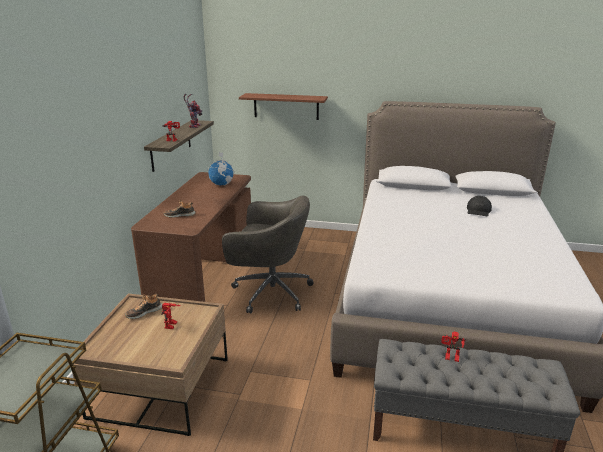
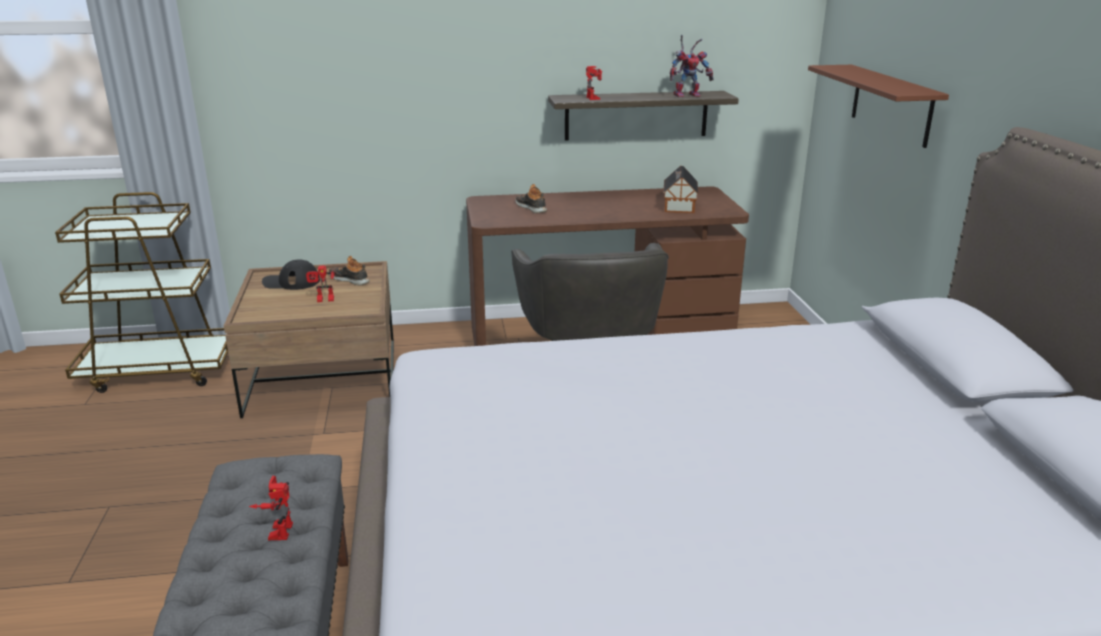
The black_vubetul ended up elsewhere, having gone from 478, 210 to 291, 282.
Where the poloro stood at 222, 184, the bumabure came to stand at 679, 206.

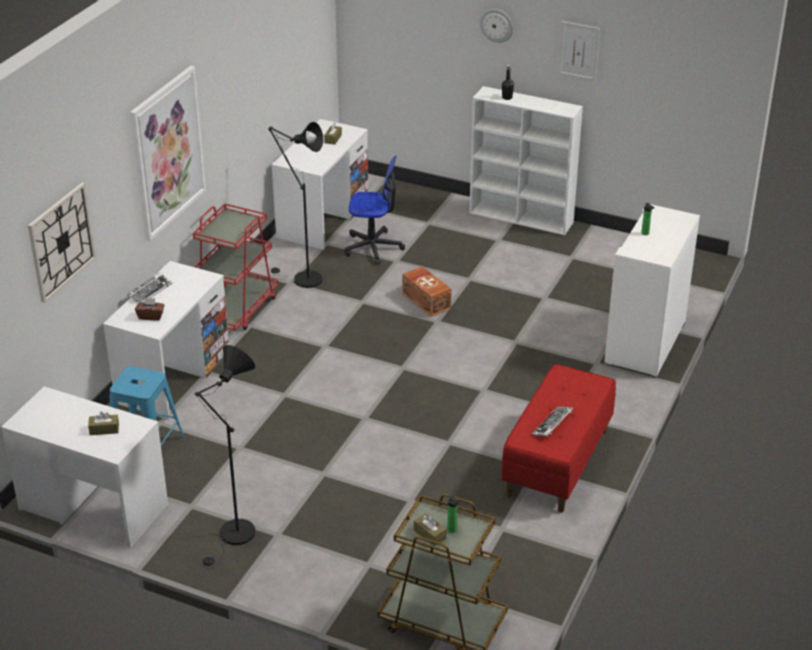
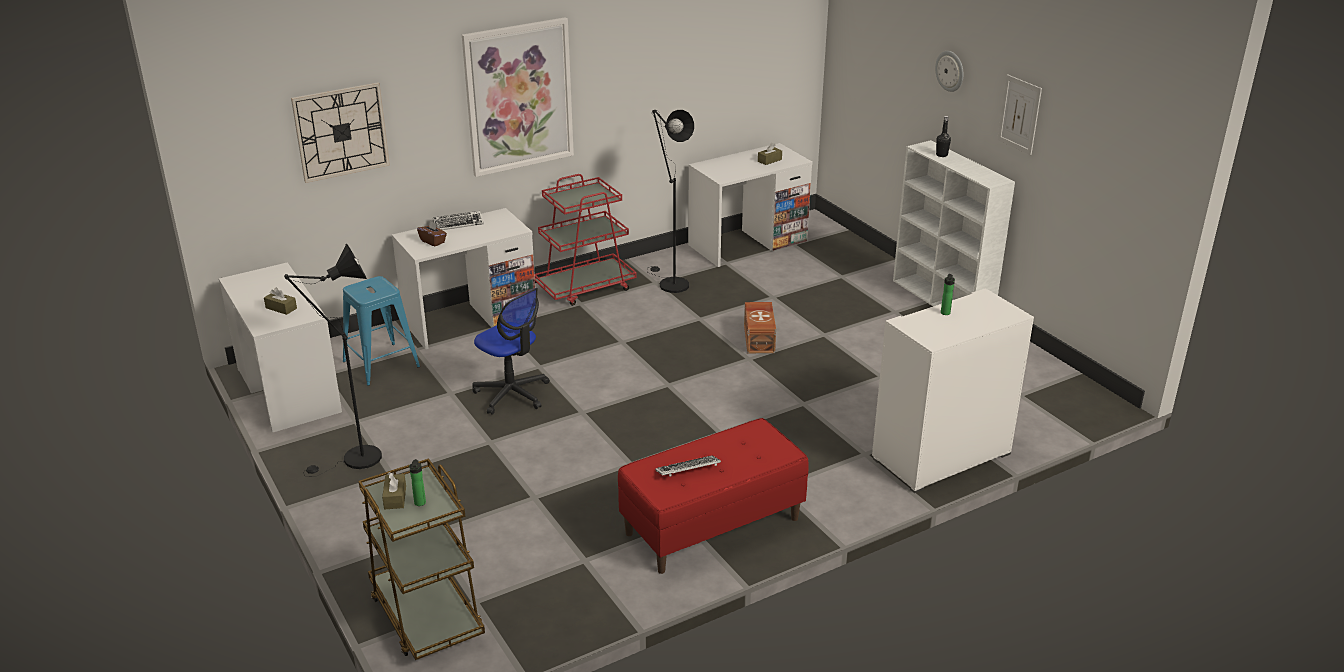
The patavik ended up elsewhere, having gone from 373, 247 to 512, 394.

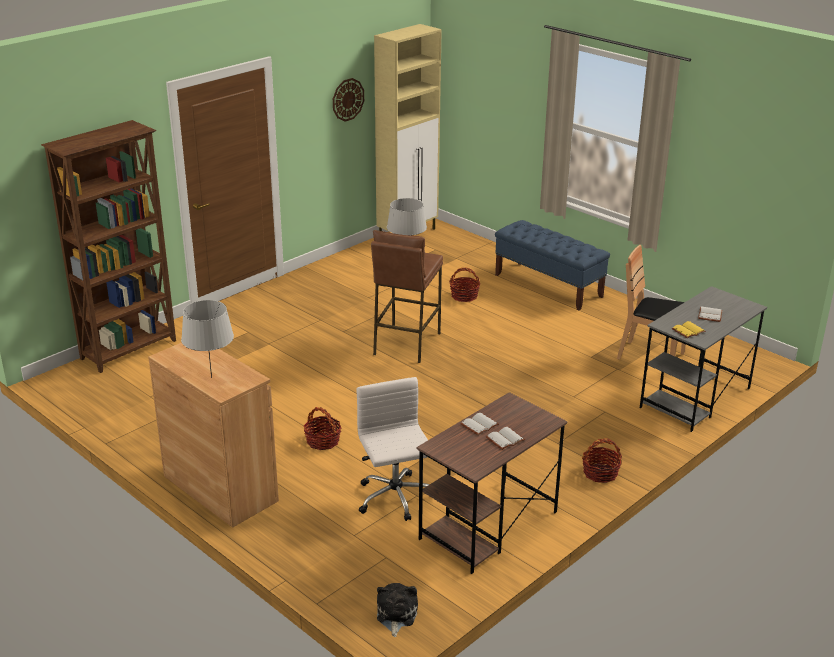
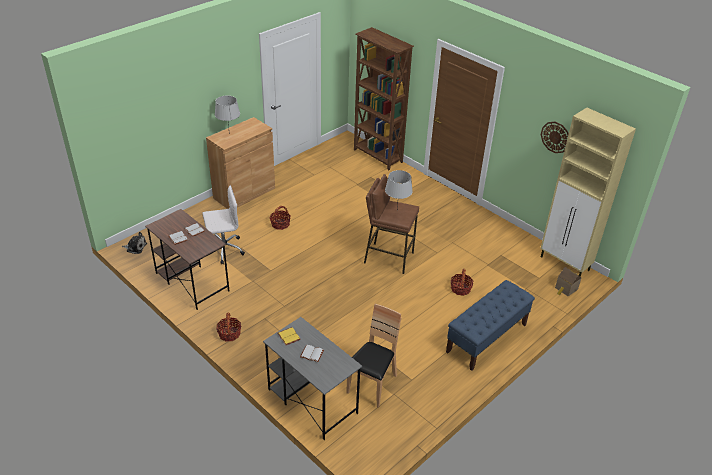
The second view gained the bumabure at 565, 289.

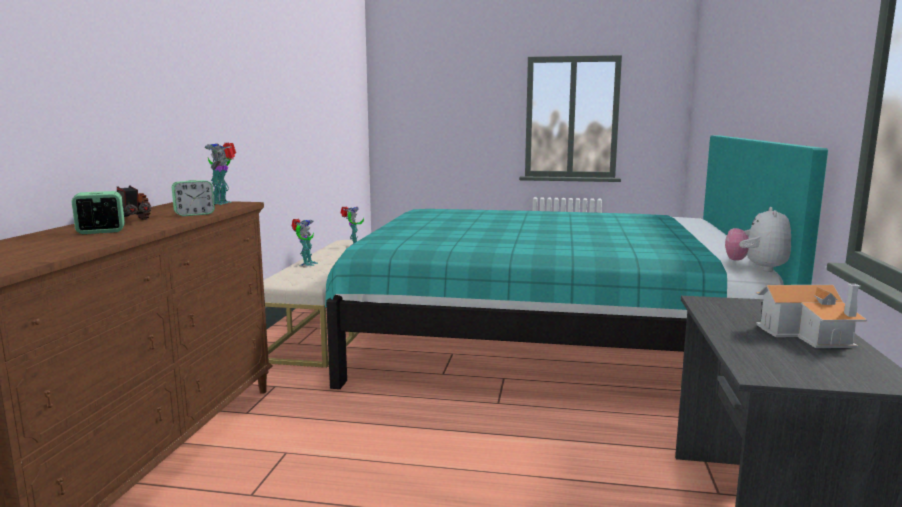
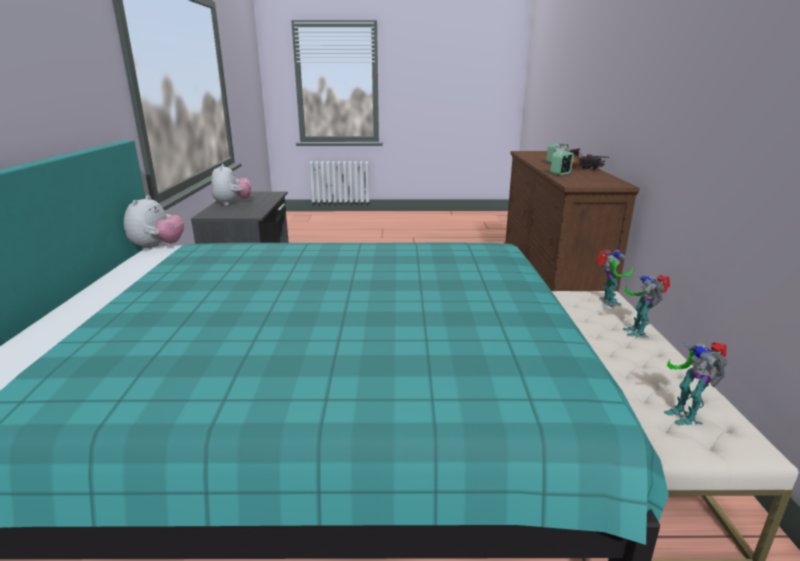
Where the bumabure stood at 809, 334, the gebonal came to stand at 232, 203.
The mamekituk ended up elsewhere, having gone from 222, 203 to 607, 302.

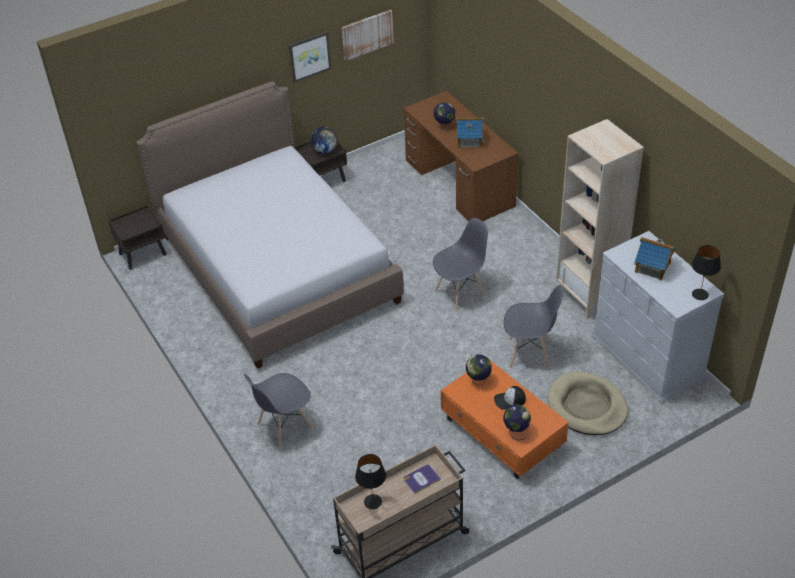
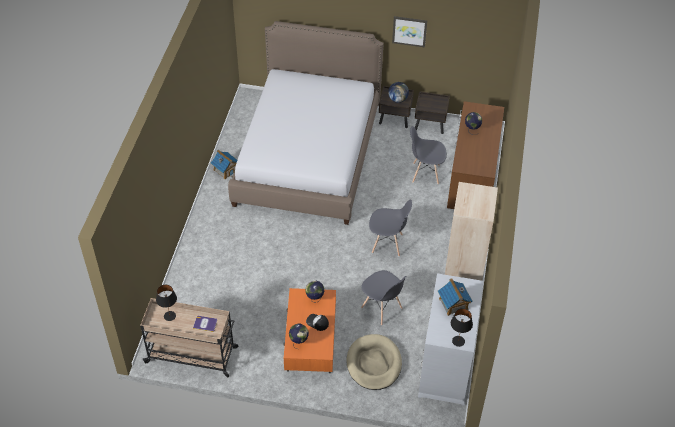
The bumabure ended up elsewhere, having gone from 469, 141 to 226, 170.
The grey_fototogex ended up elsewhere, having gone from 284, 427 to 425, 173.
The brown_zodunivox ended up elsewhere, having gone from 143, 254 to 430, 125.
The second view lost the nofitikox at 367, 34.

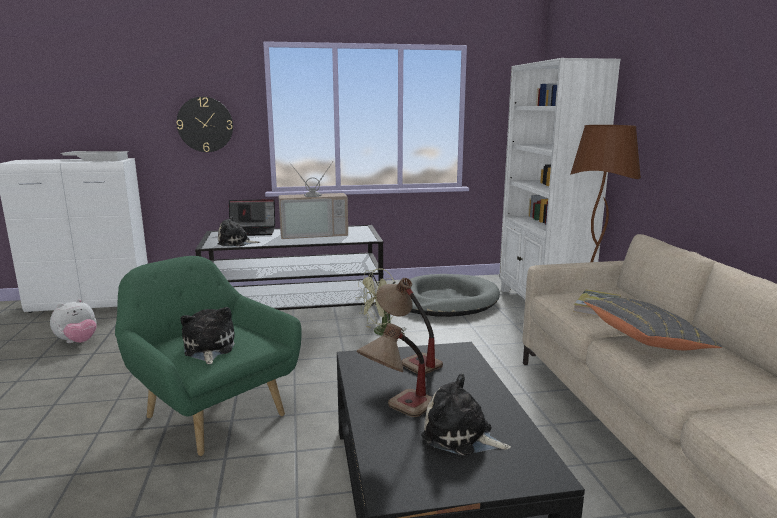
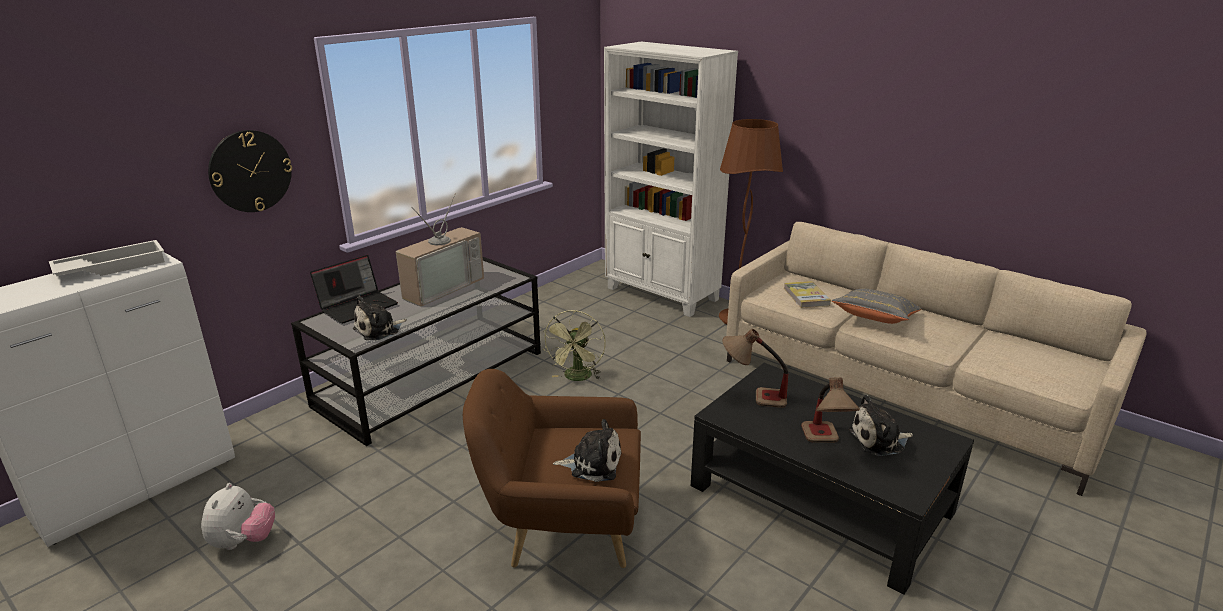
What was the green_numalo at 213, 411 turned into the brown_numalo at 563, 527.
The gebonal at 208, 349 ended up facing another way, 150 degrees clockwise from before.
The second view lost the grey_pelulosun at 445, 301.

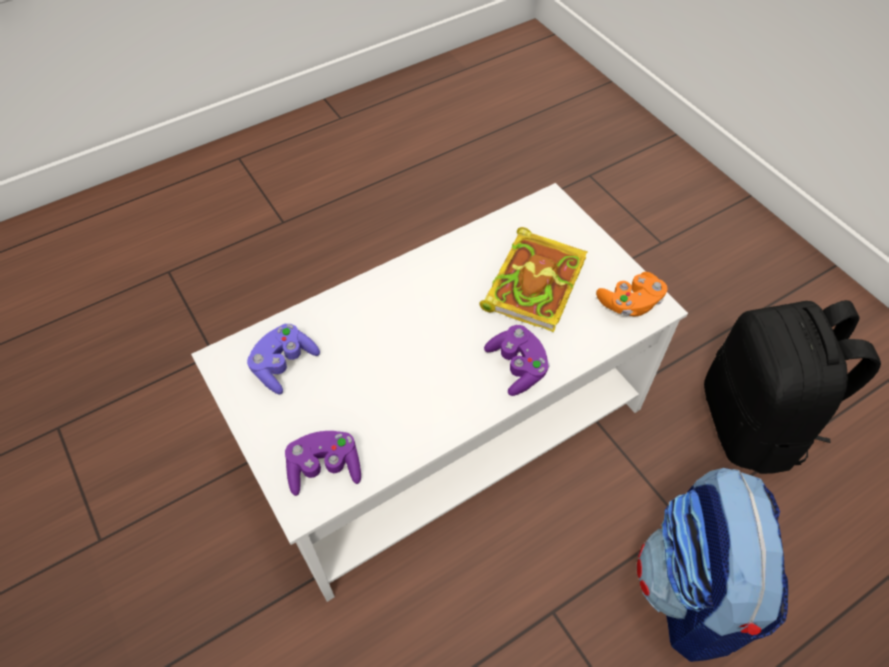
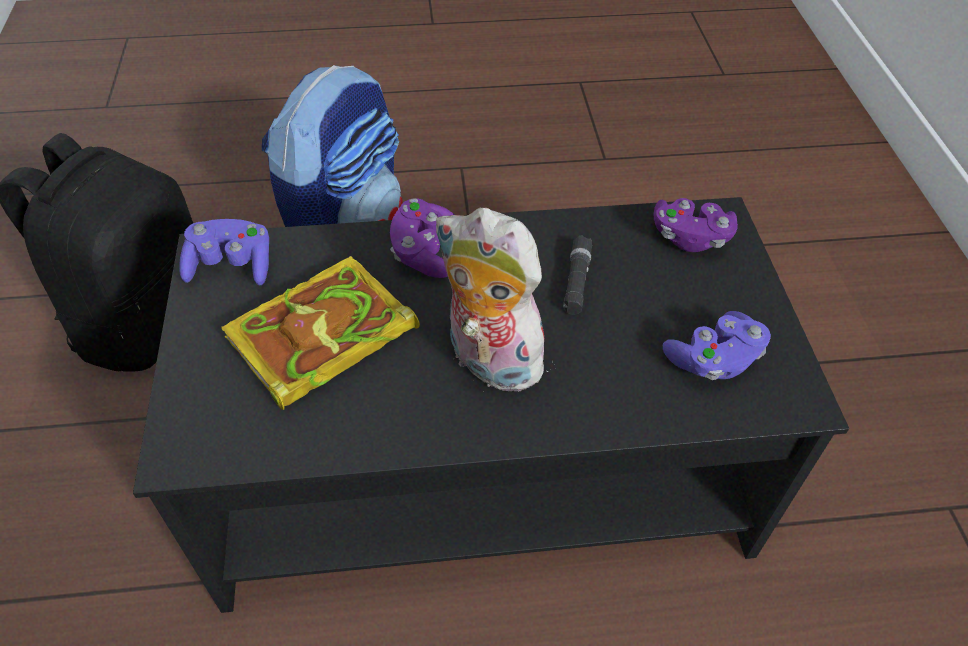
What was the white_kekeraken at 442, 427 turned into the black_kekeraken at 484, 464.
What was the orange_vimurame at 630, 303 turned into the purple_vimurame at 231, 266.
The second view gained the gebonal at 488, 361.
The second view gained the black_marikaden at 576, 280.

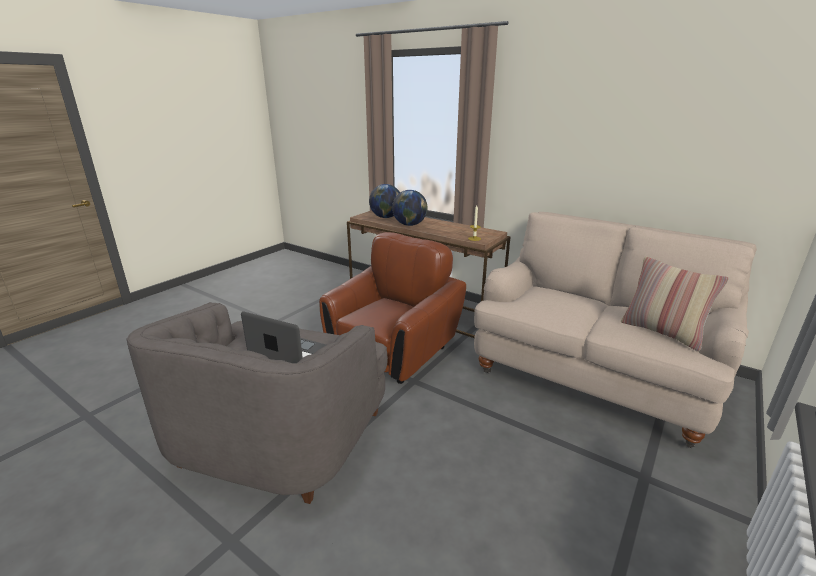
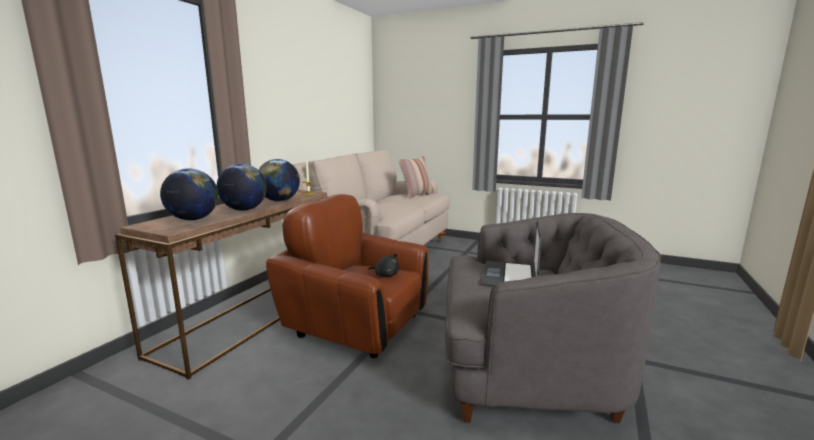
The second view gained the poloro at 279, 201.
The second view gained the black_gebonal at 385, 275.

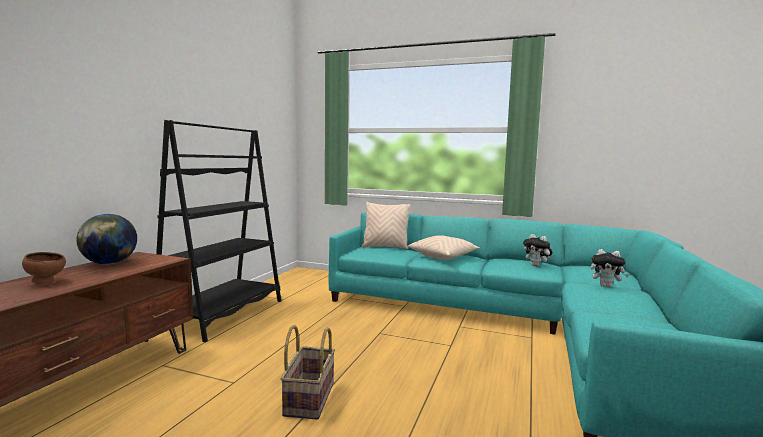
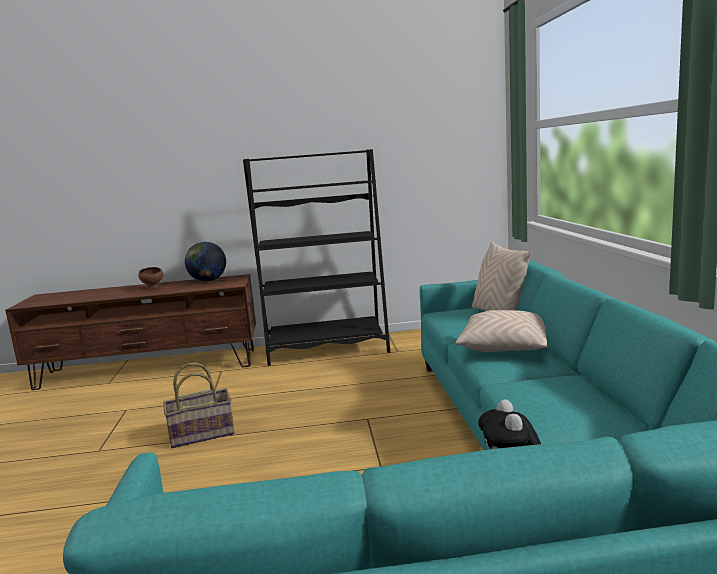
The second view lost the gebonal at 537, 266.

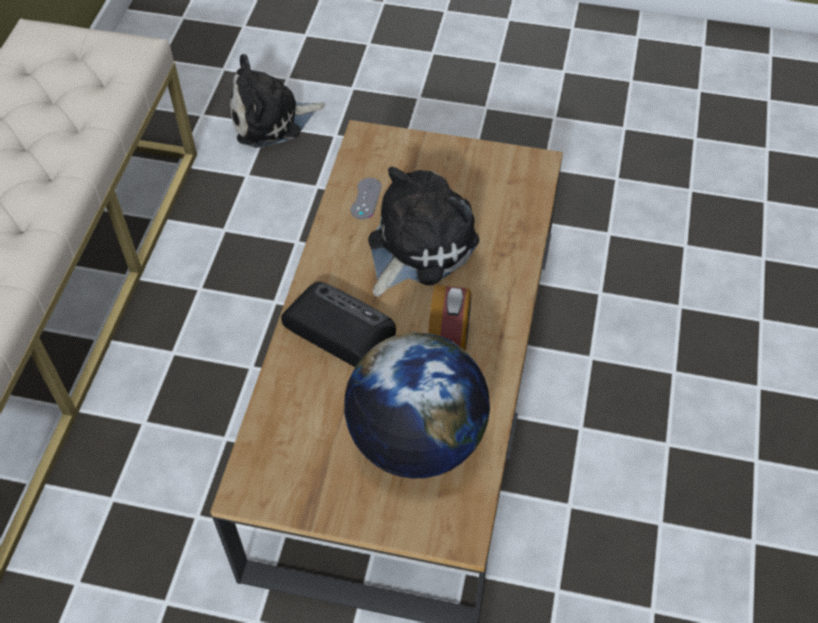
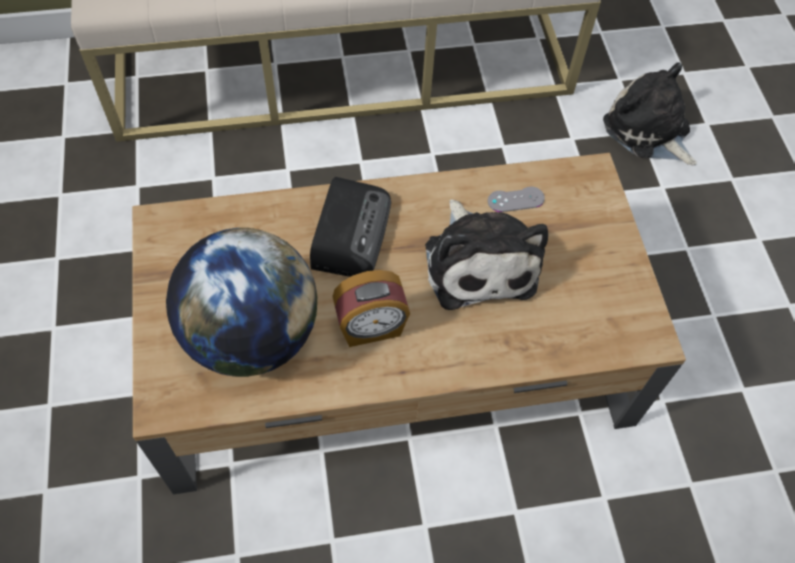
The gebonal at 417, 246 ended up facing another way, 60 degrees clockwise from before.

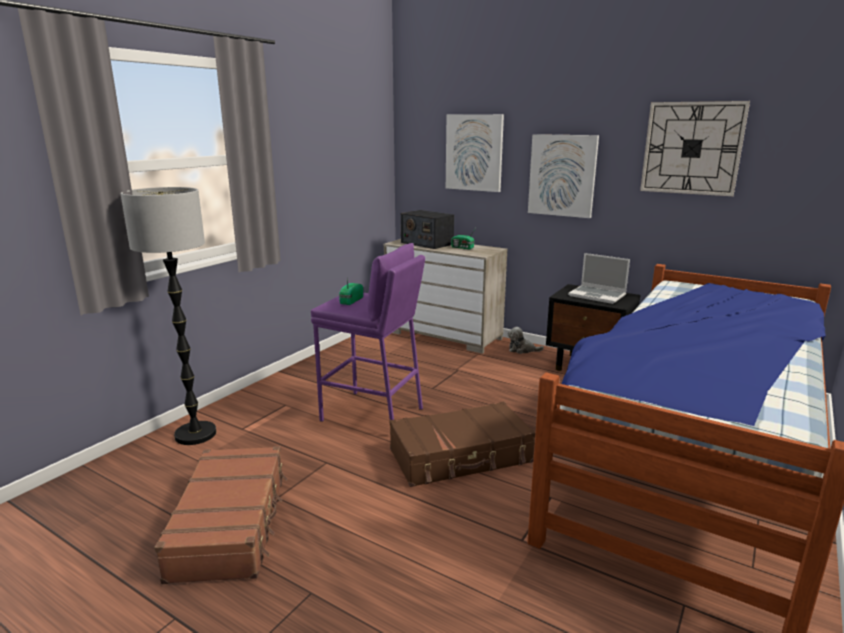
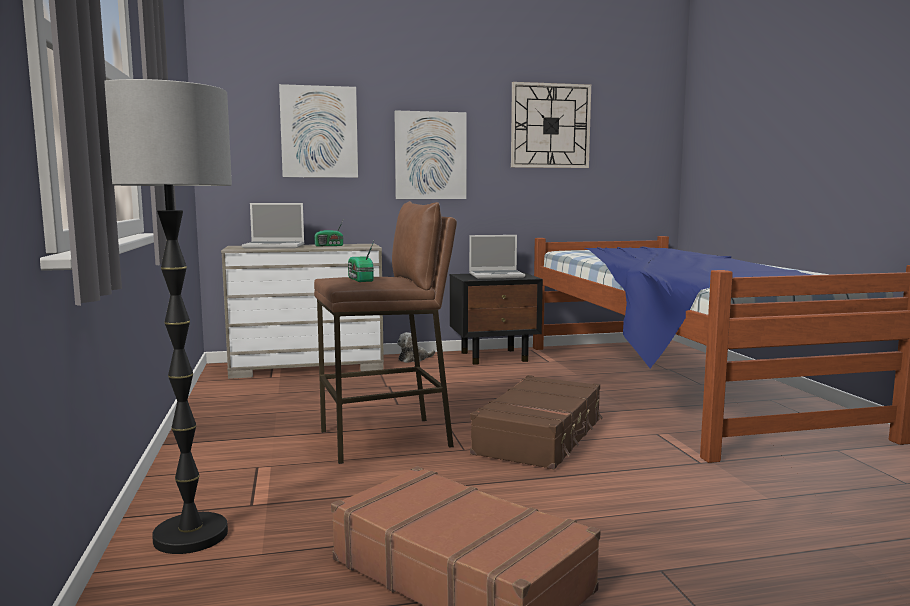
Where the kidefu stood at 426, 243, the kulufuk came to stand at 275, 246.
What was the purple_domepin at 372, 414 turned into the brown_domepin at 386, 439.

